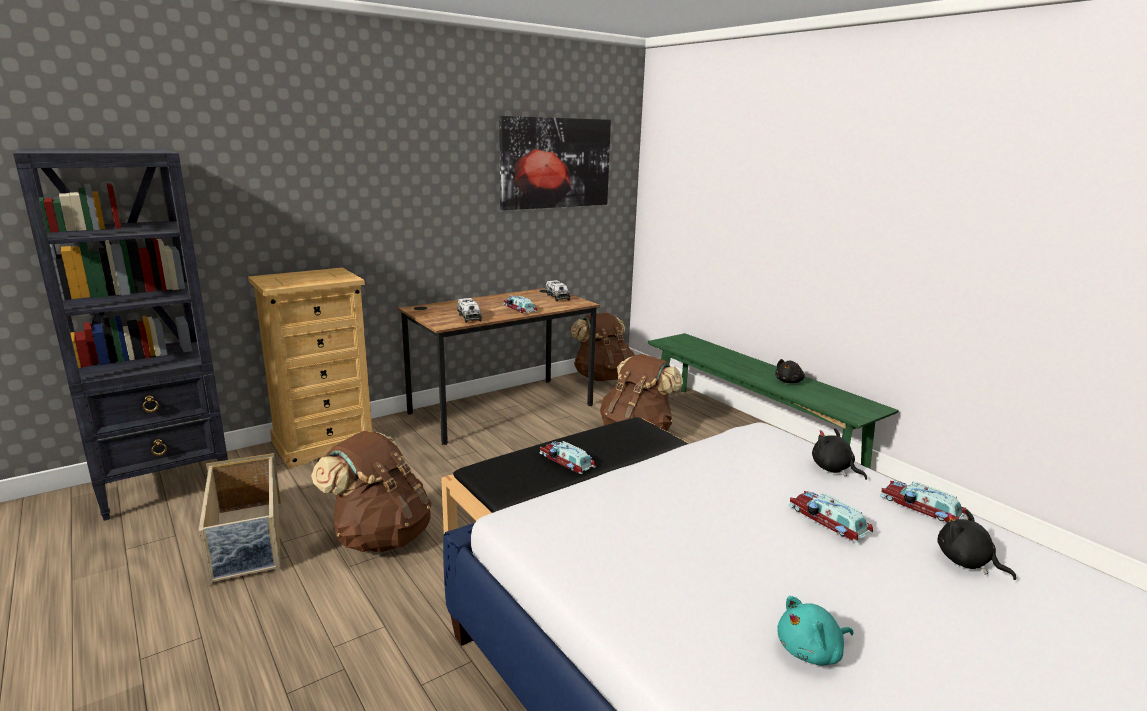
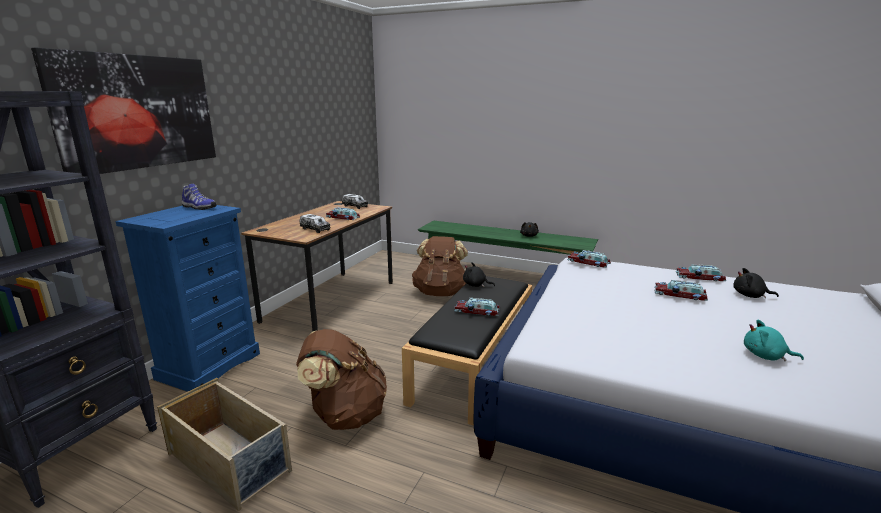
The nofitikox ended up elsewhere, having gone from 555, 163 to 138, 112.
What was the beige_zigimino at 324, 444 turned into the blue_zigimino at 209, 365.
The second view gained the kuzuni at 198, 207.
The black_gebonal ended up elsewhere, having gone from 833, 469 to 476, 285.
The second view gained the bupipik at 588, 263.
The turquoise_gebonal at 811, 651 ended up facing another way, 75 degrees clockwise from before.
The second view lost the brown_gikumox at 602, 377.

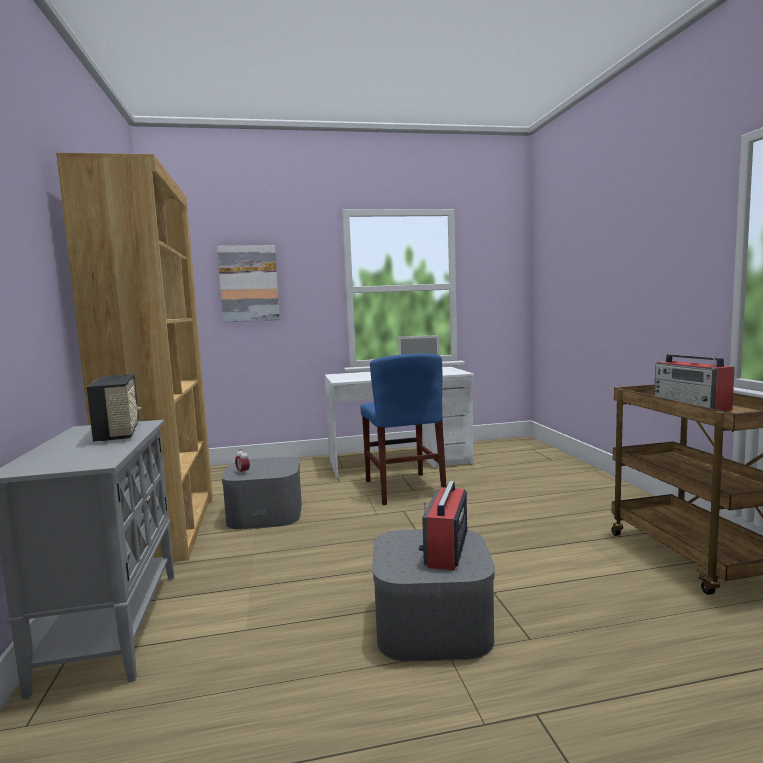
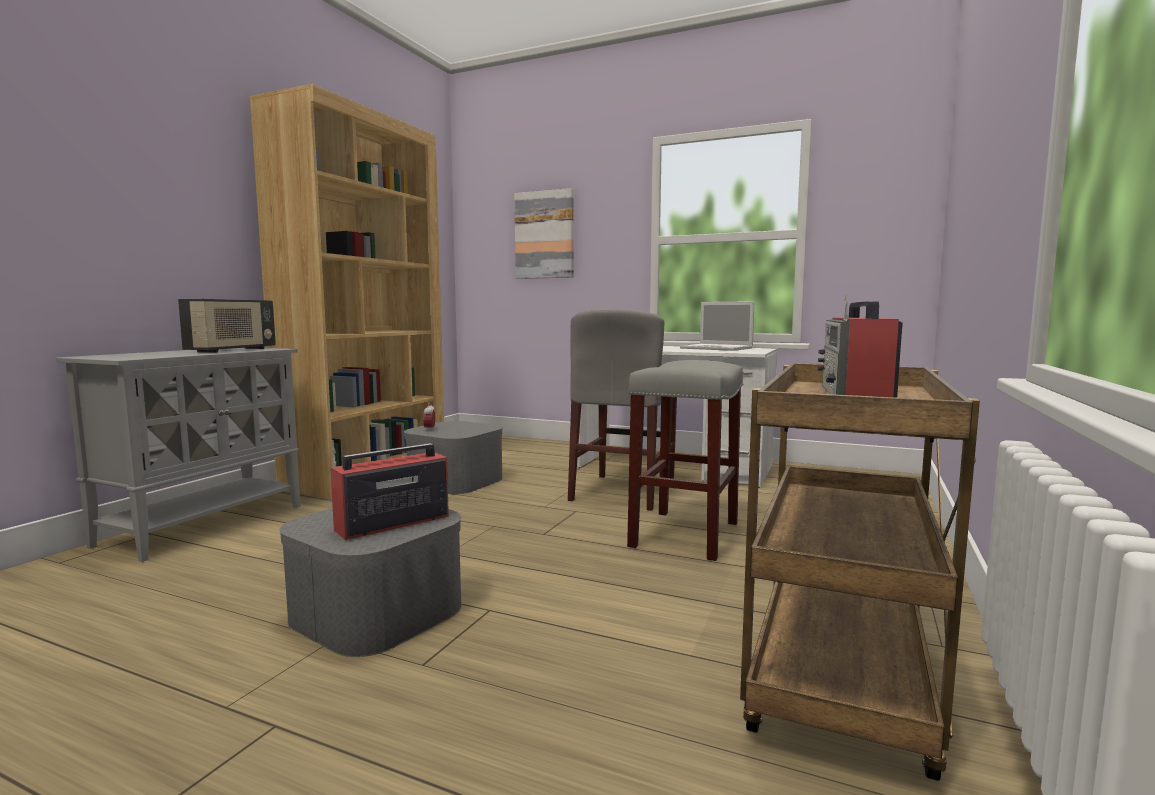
What was the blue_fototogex at 404, 488 turned into the grey_fototogex at 623, 491.
The second view gained the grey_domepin at 684, 533.

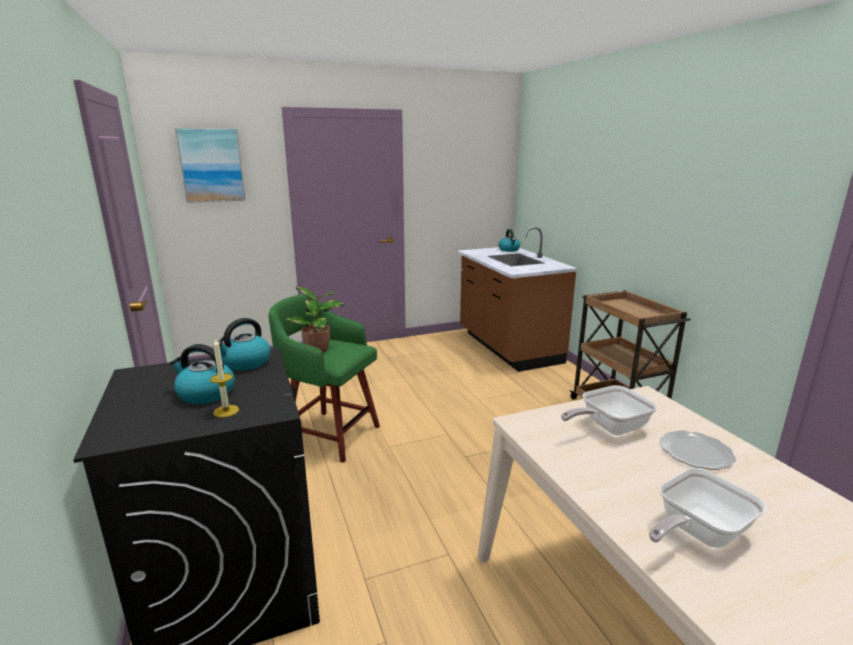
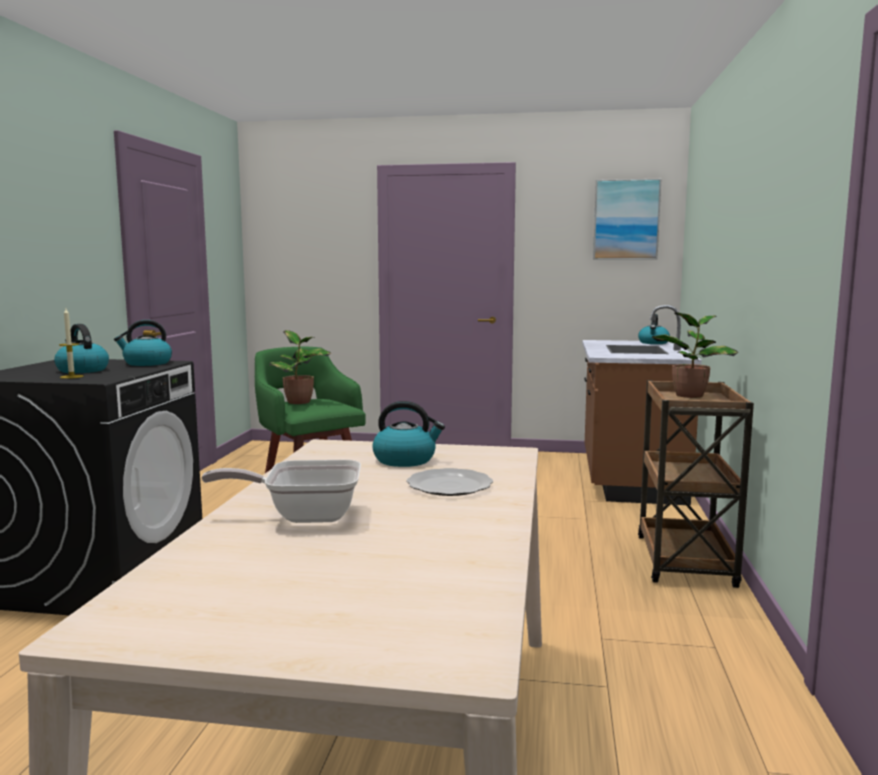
Where the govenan stood at 609, 427, the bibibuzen came to stand at 405, 460.
The nofitikox ended up elsewhere, having gone from 211, 165 to 626, 220.
The second view gained the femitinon at 690, 395.

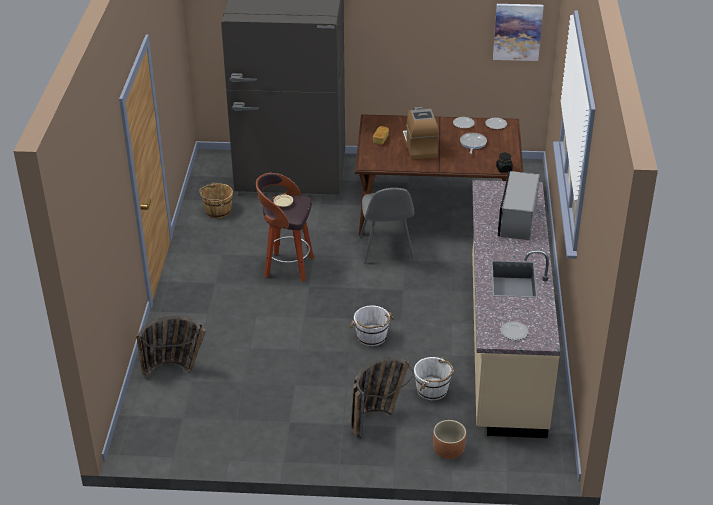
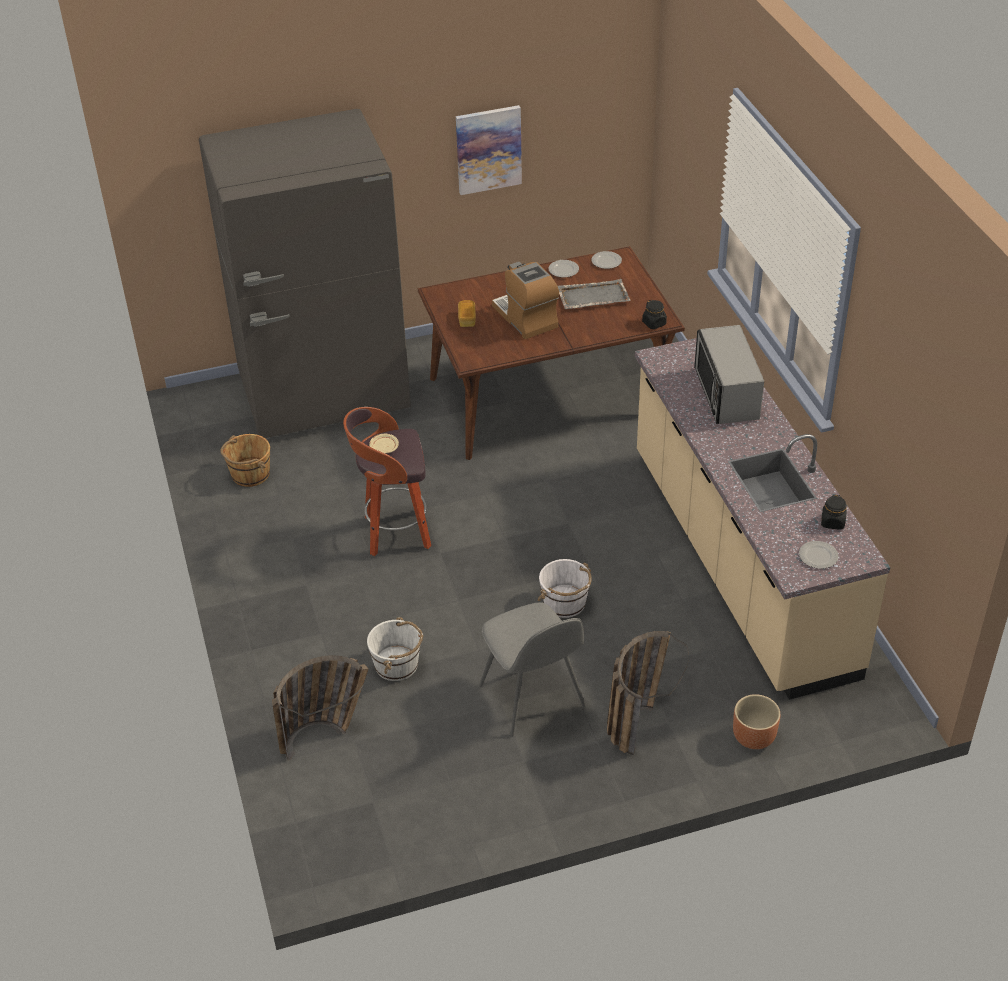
The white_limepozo ended up elsewhere, having gone from 432, 390 to 397, 665.
The nofitikox ended up elsewhere, having gone from 517, 31 to 488, 149.
The grey_fototogex ended up elsewhere, having gone from 386, 250 to 533, 698.
Where the govenan stood at 472, 144, the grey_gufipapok came to stand at 592, 296.
The second view gained the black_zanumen at 832, 522.

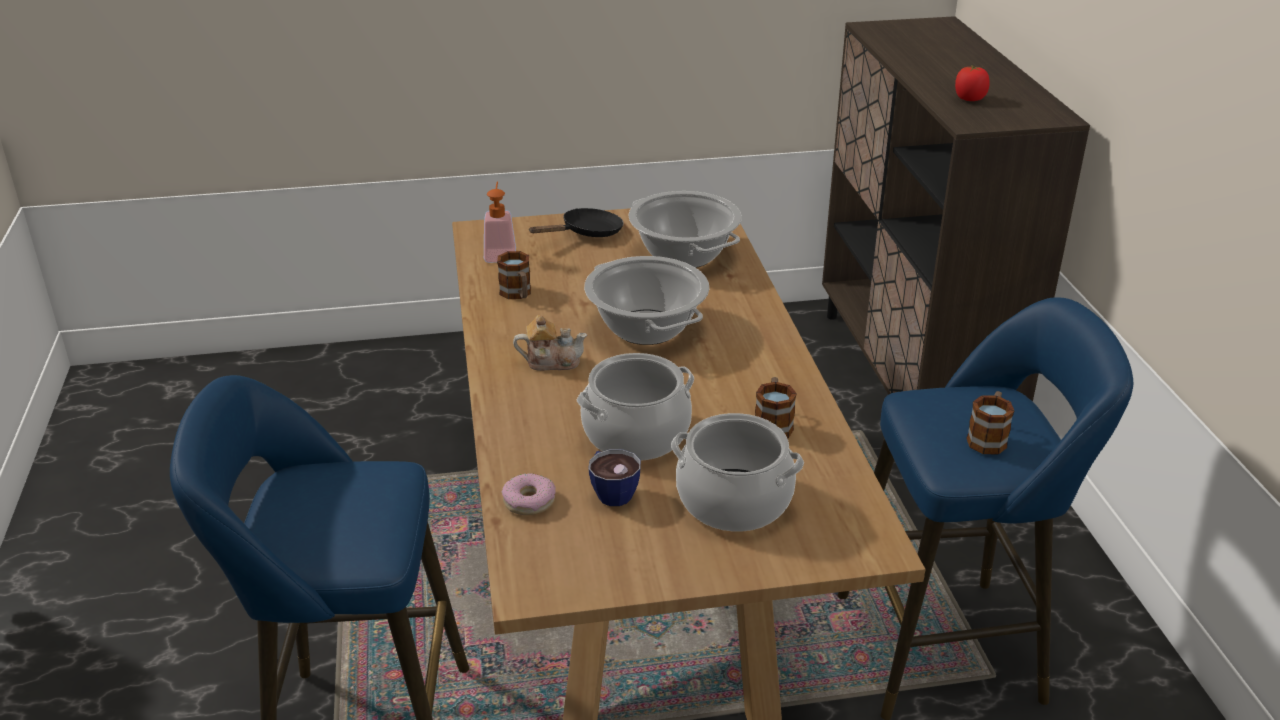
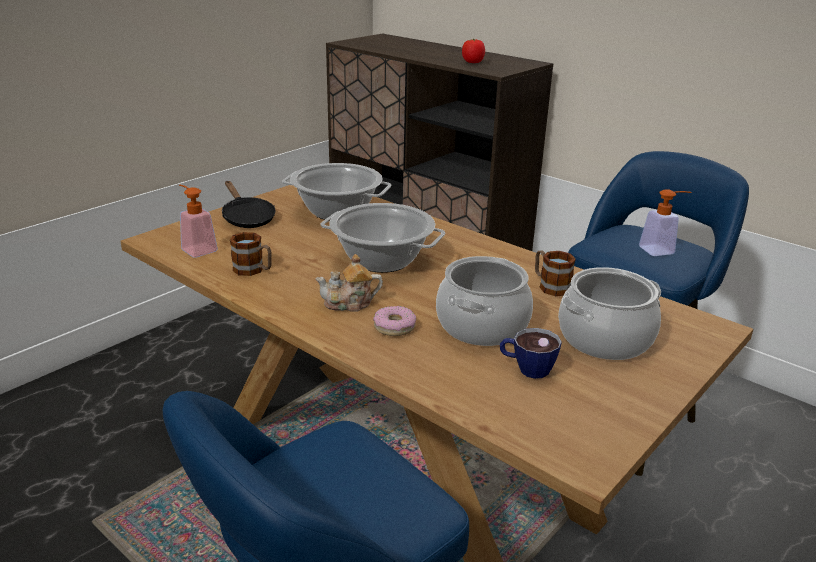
The black_govenan at 587, 233 ended up facing another way, 135 degrees clockwise from before.
The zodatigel at 551, 361 ended up facing another way, 150 degrees counterclockwise from before.
The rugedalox ended up elsewhere, having gone from 529, 501 to 394, 327.
Where the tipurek stood at 988, 438, the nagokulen came to stand at 661, 250.

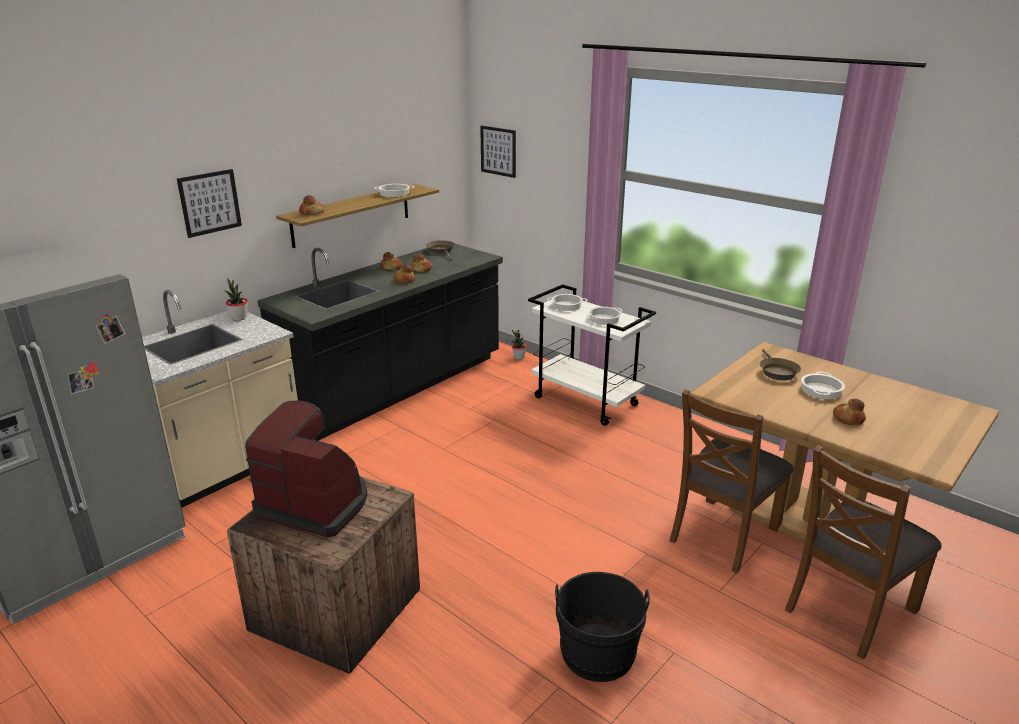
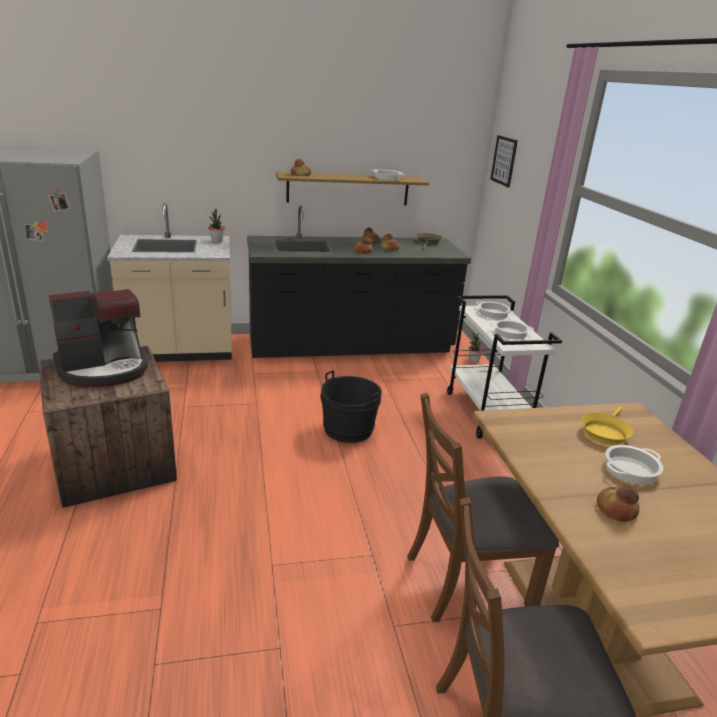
The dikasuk at 315, 503 ended up facing another way, 90 degrees clockwise from before.
The black_limepozo ended up elsewhere, having gone from 597, 653 to 348, 429.
What was the brown_govenan at 777, 372 turned into the yellow_govenan at 605, 432.
The second view lost the nofitikox at 209, 202.

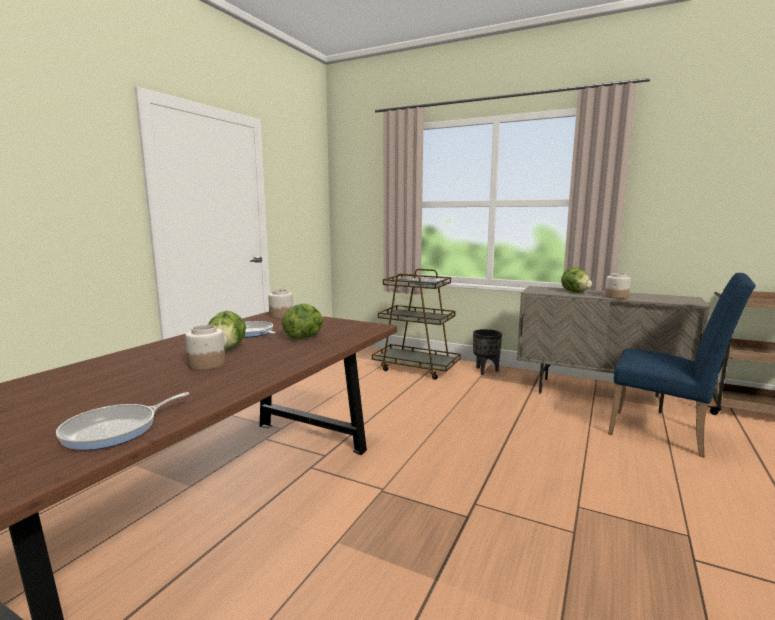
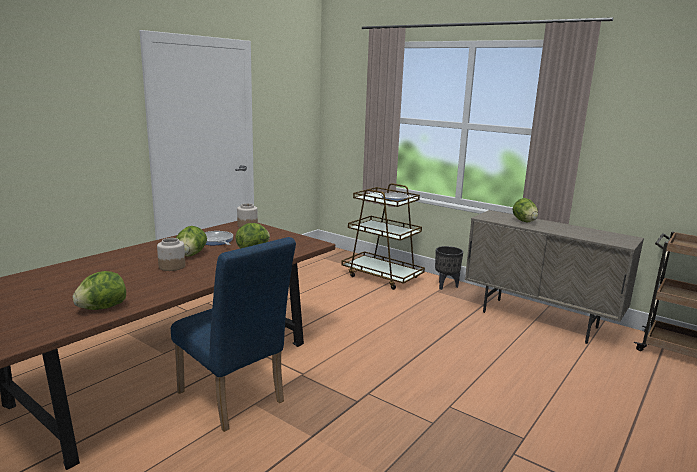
Where the govenan stood at 115, 430, the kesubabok came to stand at 102, 308.
The blue_fototogex ended up elsewhere, having gone from 665, 434 to 234, 401.
The second view lost the zanumen at 616, 297.

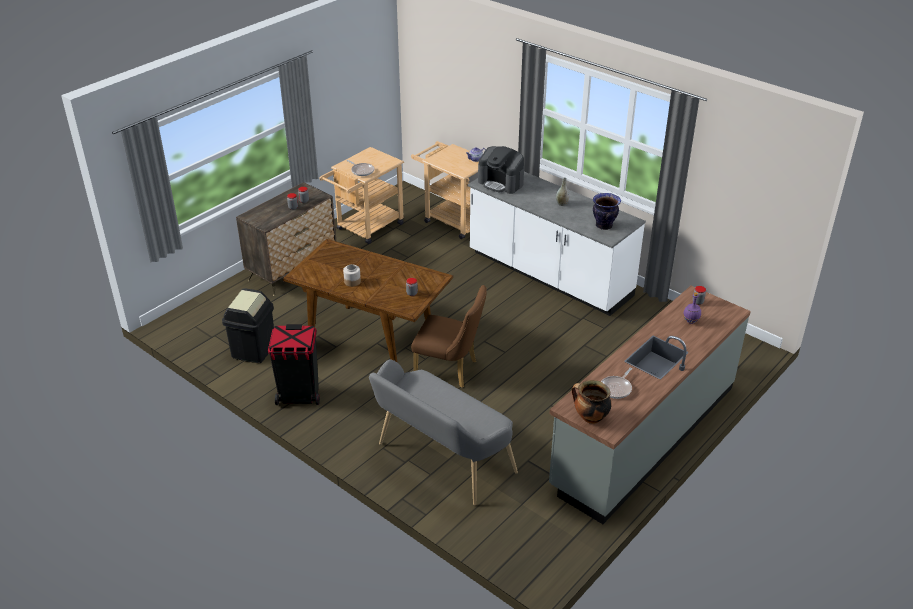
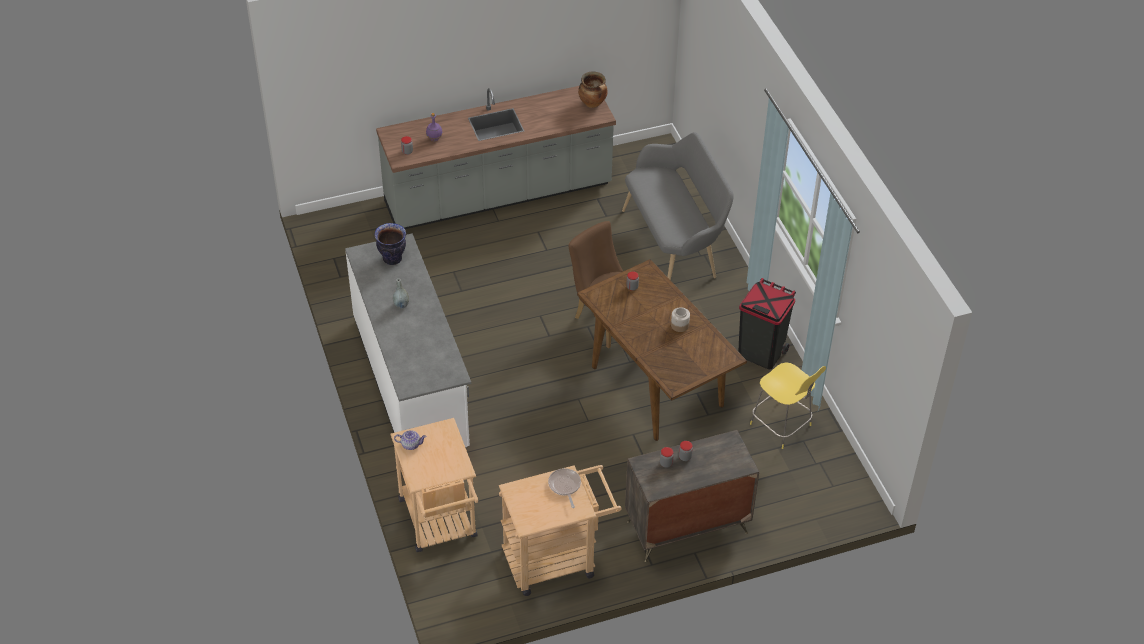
Where the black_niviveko stood at 253, 349, the yellow_domepin came to stand at 782, 426.
The second view lost the dikasuk at 501, 183.
The second view lost the govenan at 616, 388.

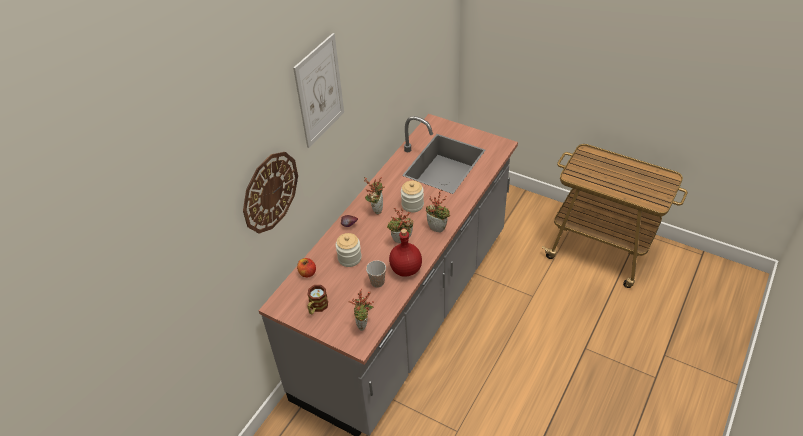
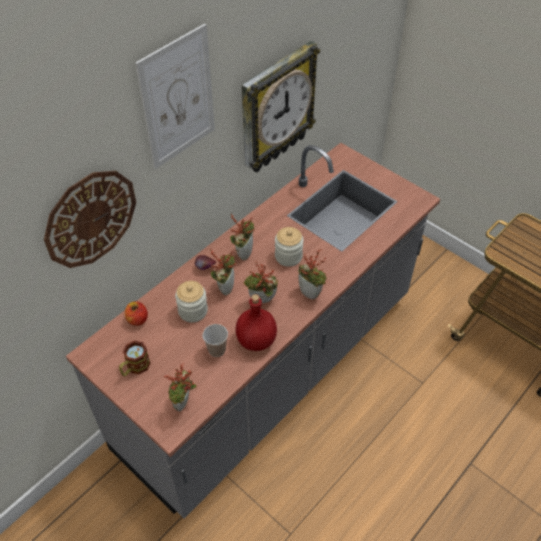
The second view gained the femitinon at 225, 287.
The second view gained the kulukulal at 276, 109.

